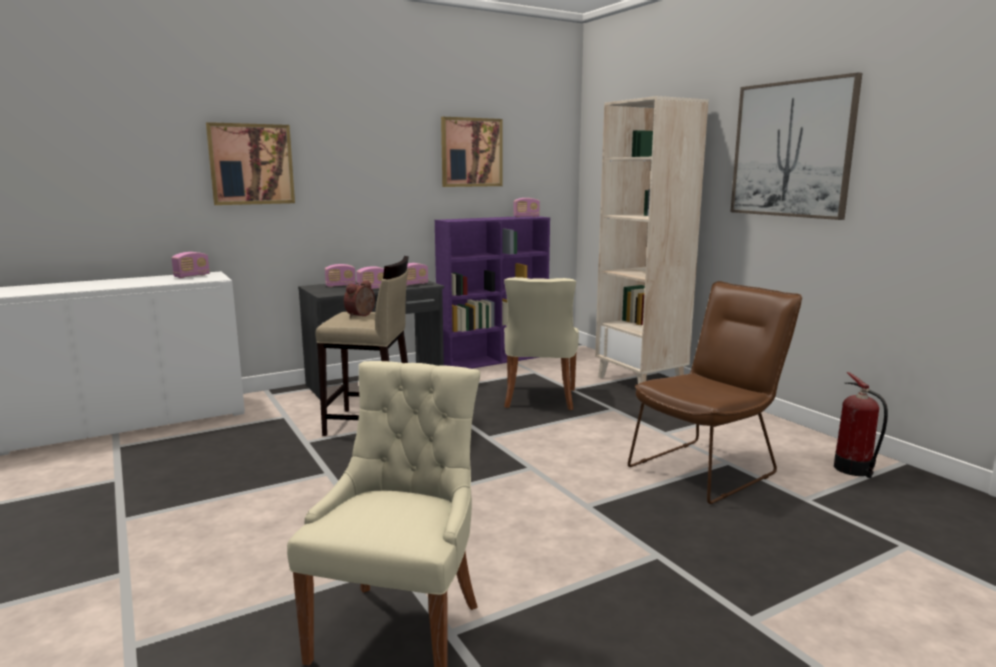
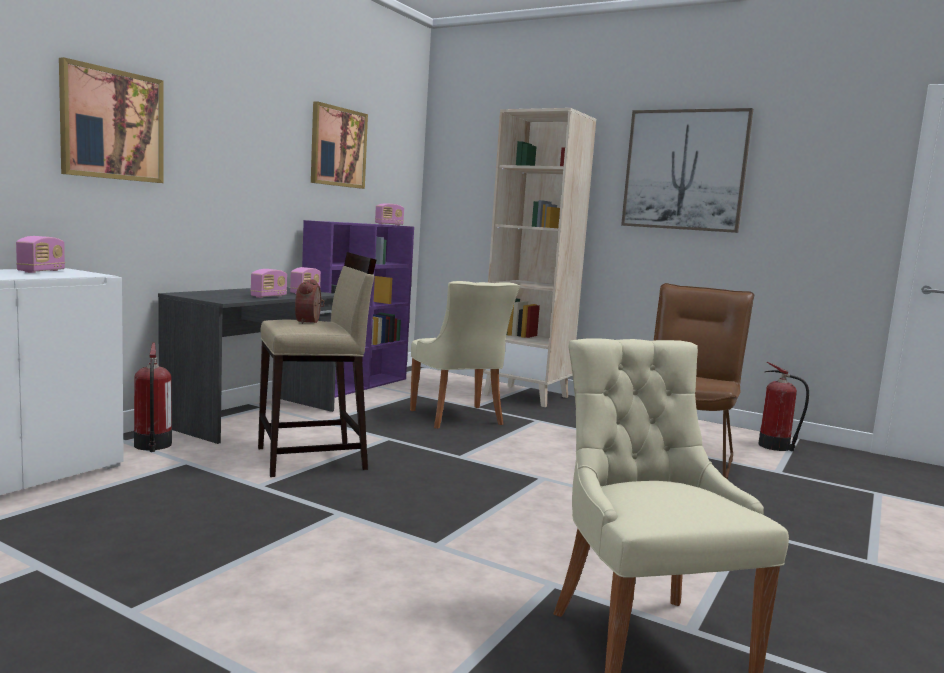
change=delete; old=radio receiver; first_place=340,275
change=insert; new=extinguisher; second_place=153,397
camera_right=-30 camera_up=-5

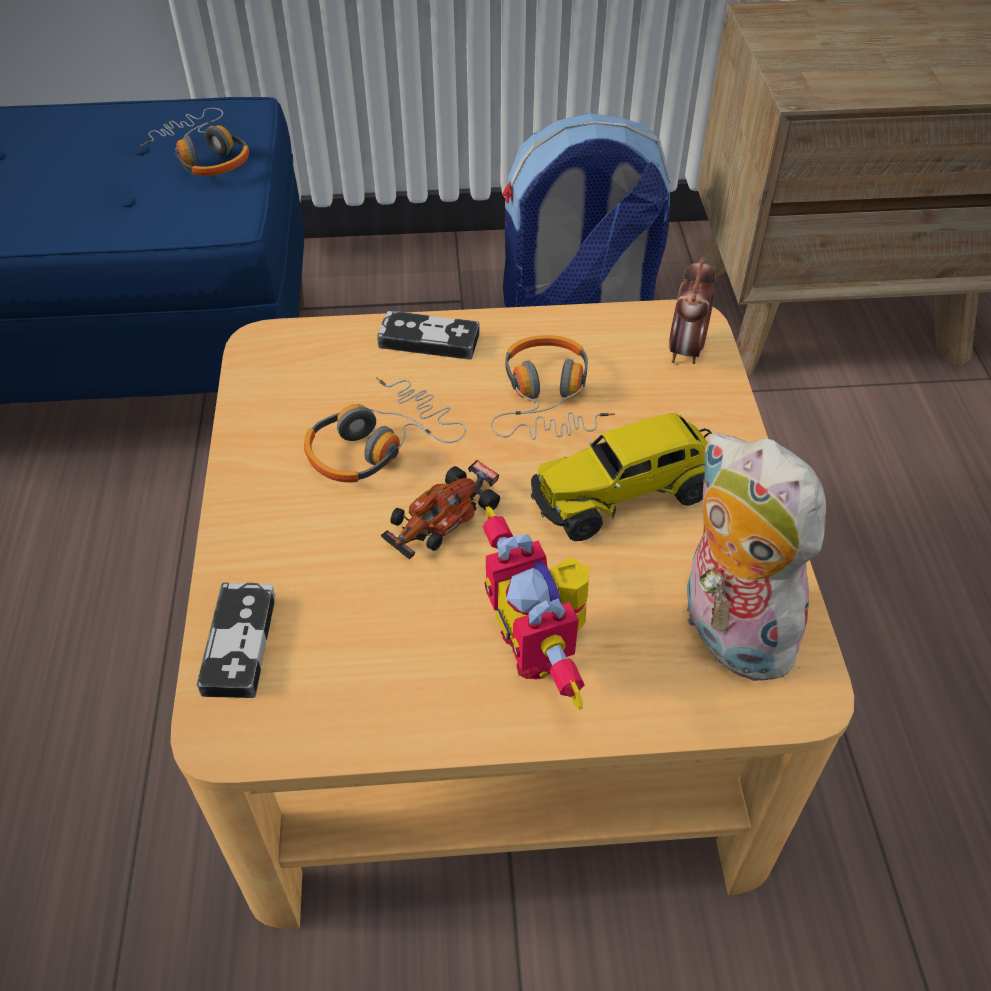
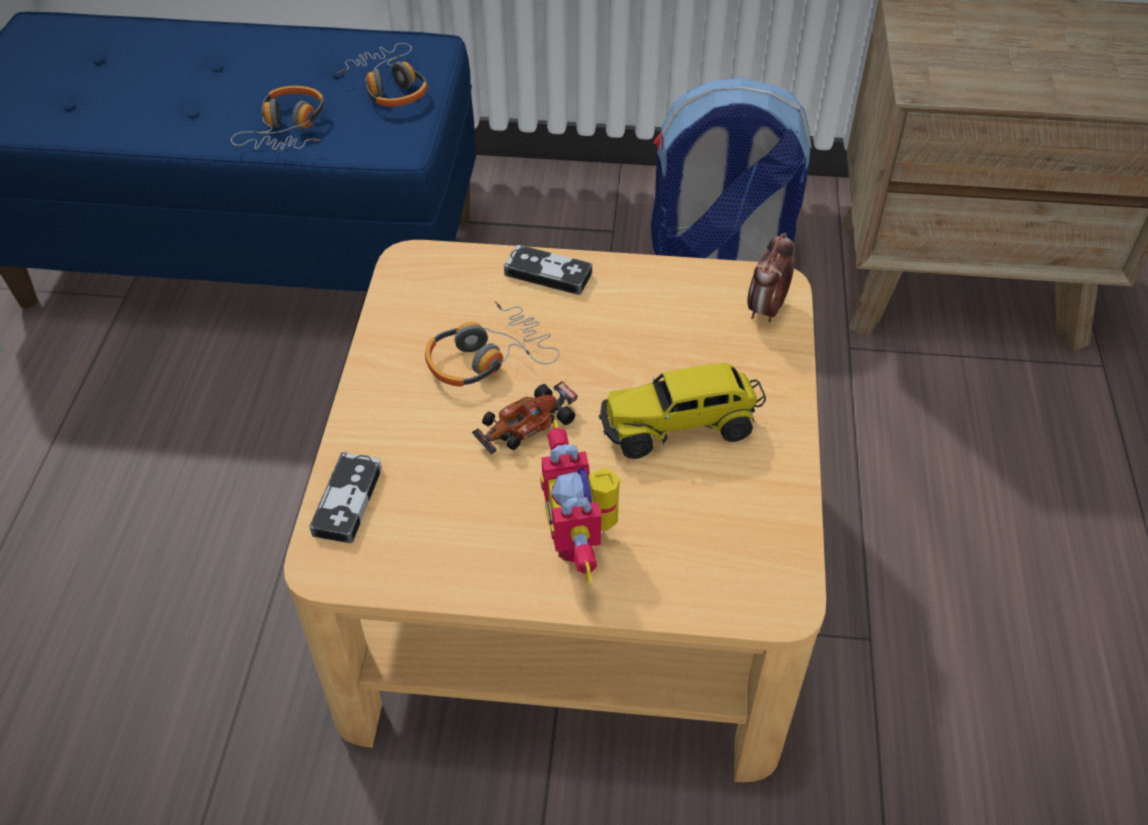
change=move; old=headphones; first_place=552,387; second_place=277,118
change=delete; old=soft toy; first_place=754,557
camera_right=10 camera_up=0

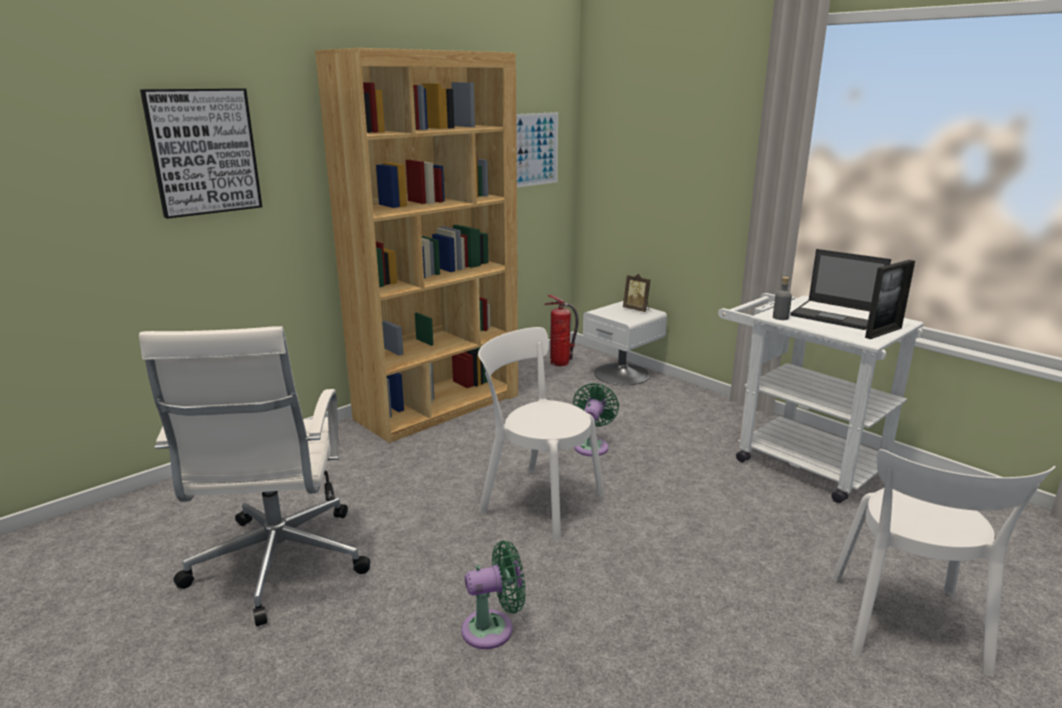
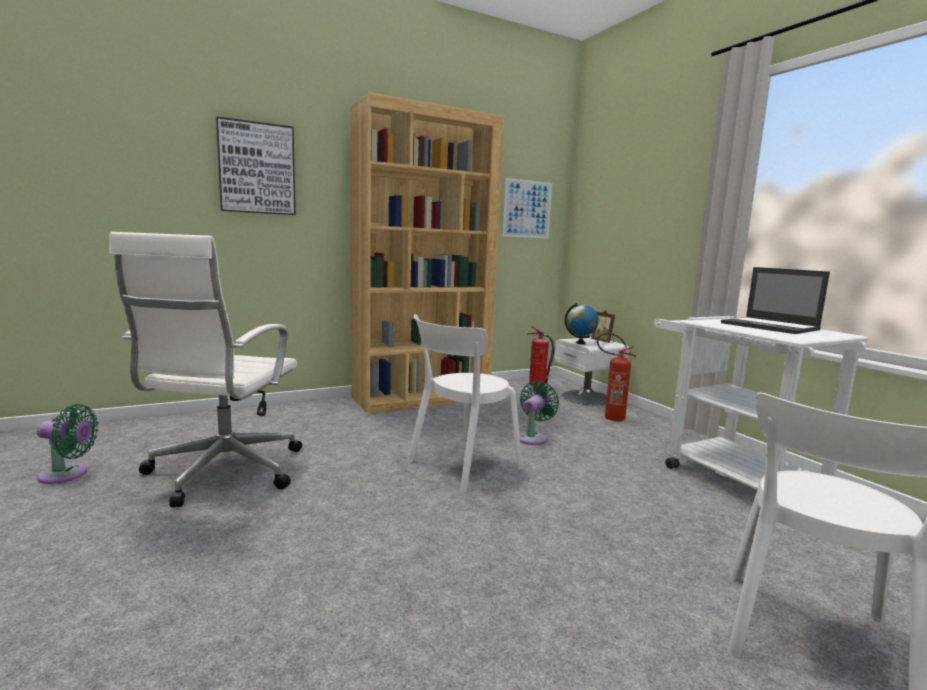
change=move; old=fan/greenish; first_place=493,595; second_place=67,444
change=rotate; old=upright chair/whitish; first_place=541,434; second_place=464,403; degrees=-90
change=delete; old=drink bottle/gray; first_place=782,298
change=delete; old=photo frame; first_place=890,299
change=insert; new=desk globe; second_place=582,323
change=insert; new=extinguisher; second_place=616,377
camera_right=15 camera_up=-10

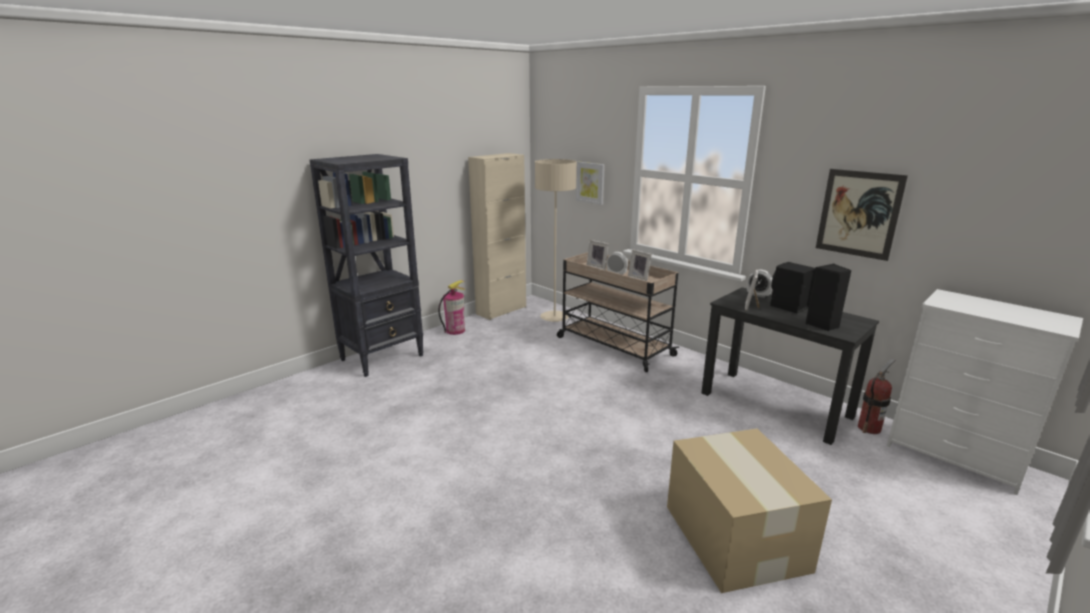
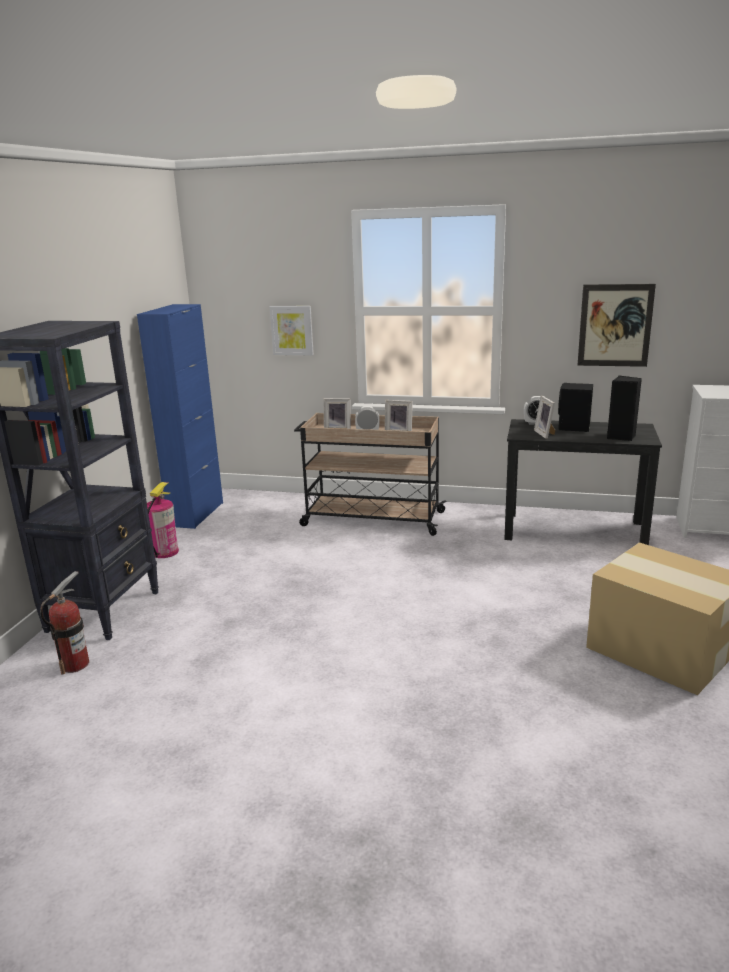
change=recolor; old=cupboard/sand-coloured; new=cupboard/blue-coloured; first_place=497,236; second_place=180,416
change=delete; old=standard lamp/sand-coloured; first_place=556,240
change=move; old=extinguisher; first_place=876,396; second_place=64,623
camera_right=-30 camera_up=0

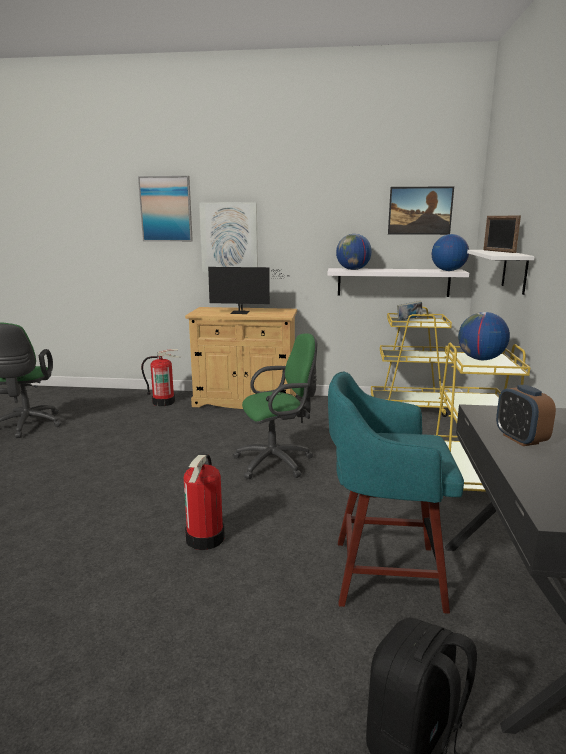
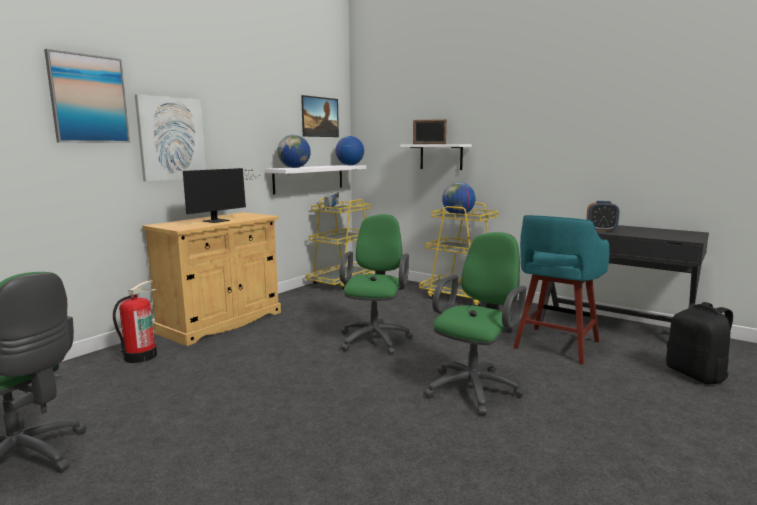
change=replace; old=extinguisher; new=computer chair/greenish; first_place=204,502; second_place=475,323
camera_right=-60 camera_up=-5

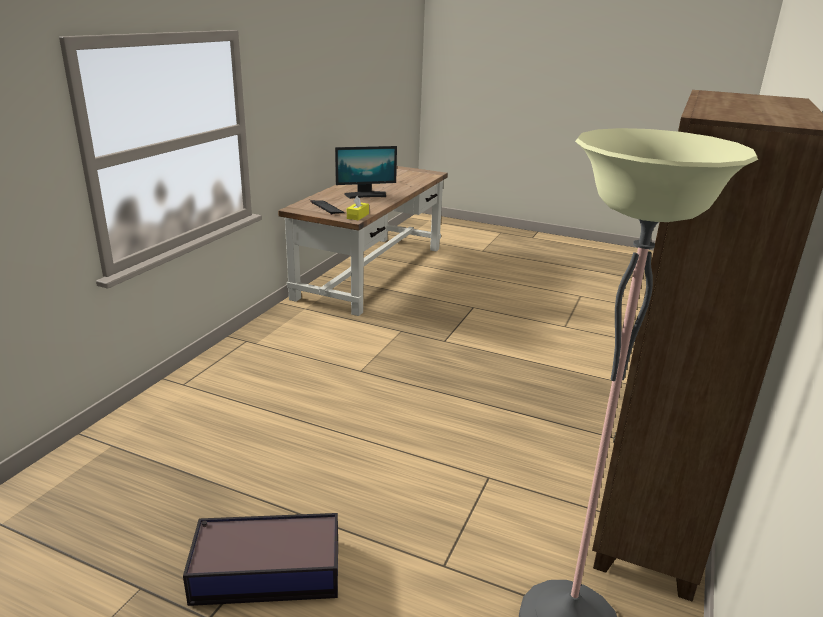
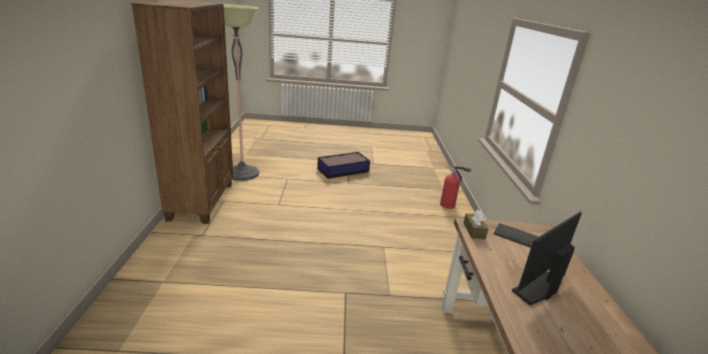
change=recolor; old=box of tissues/yellow; new=box of tissues/brown; first_place=358,208; second_place=475,224
change=insert; new=extinguisher; second_place=455,187
camera_right=155 camera_up=0

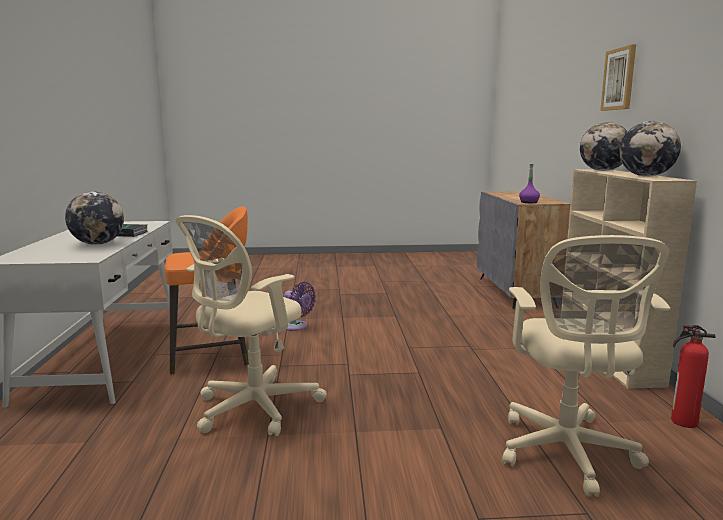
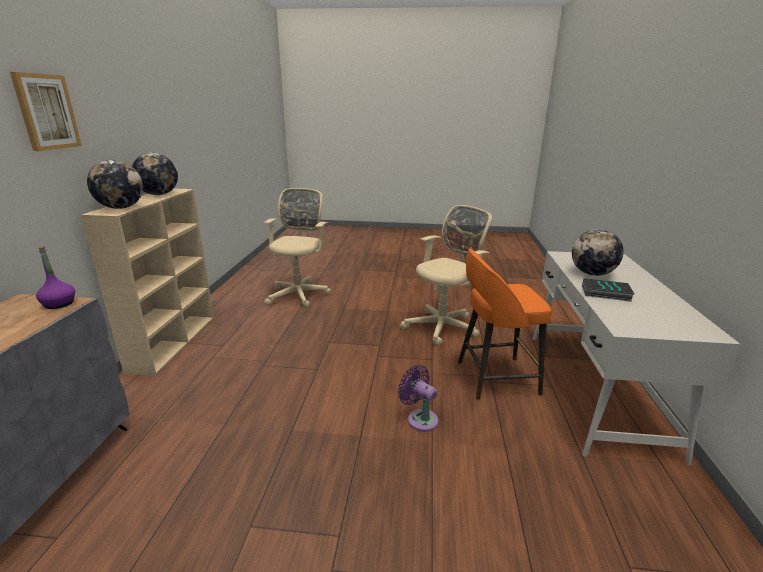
change=delete; old=extinguisher; first_place=693,376
camera_right=-170 camera_up=10

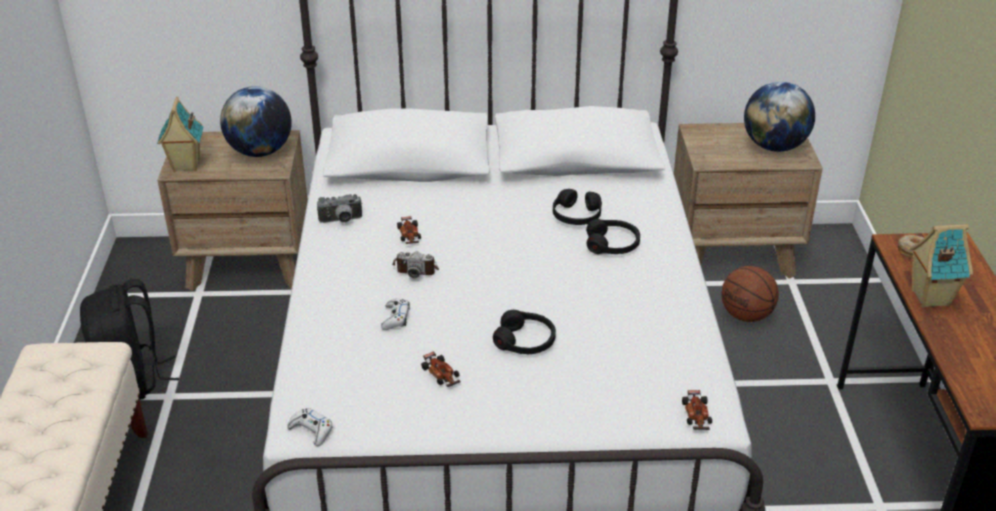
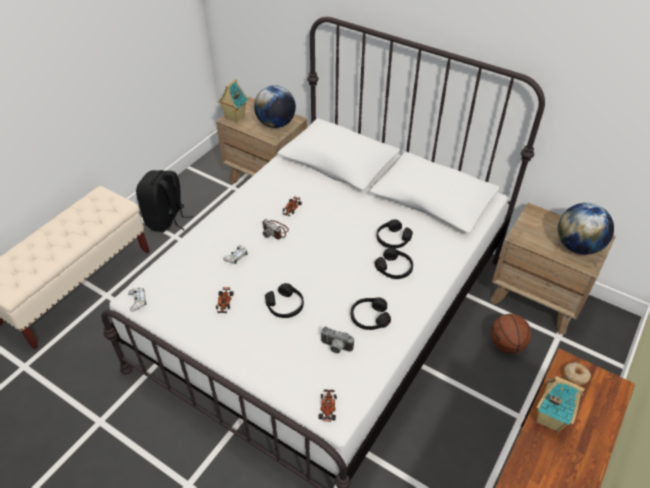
change=move; old=photo camera; first_place=339,208; second_place=337,340
change=rotate; old=model car; first_place=697,410; second_place=327,406; degrees=150
change=insert; new=headphones/black; second_place=371,313
camera_right=35 camera_up=10

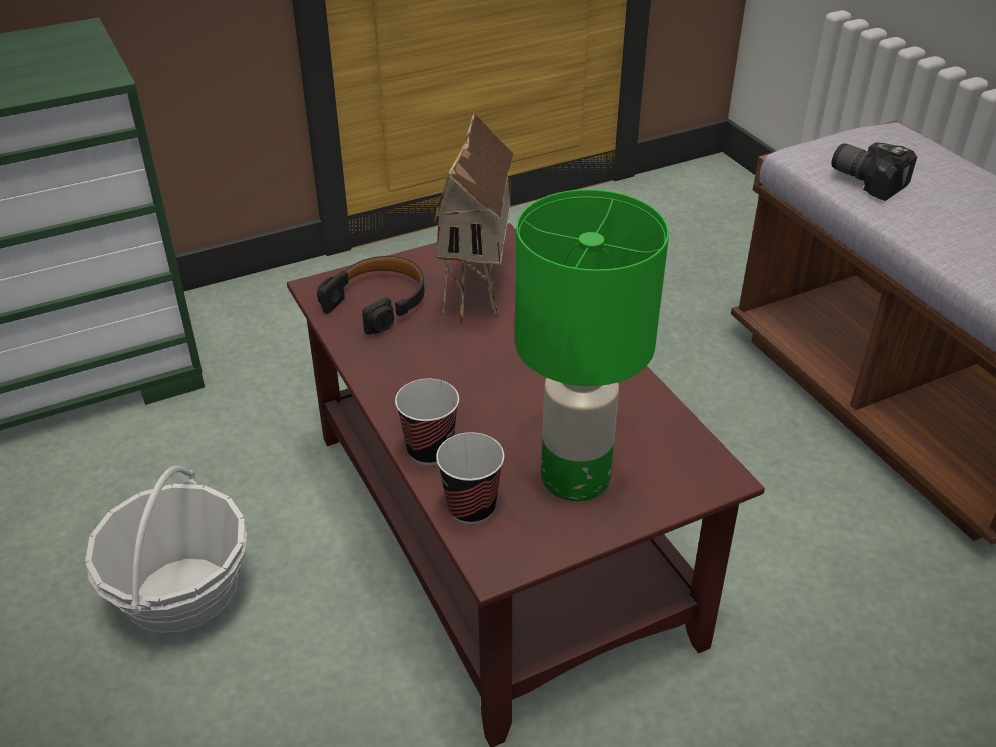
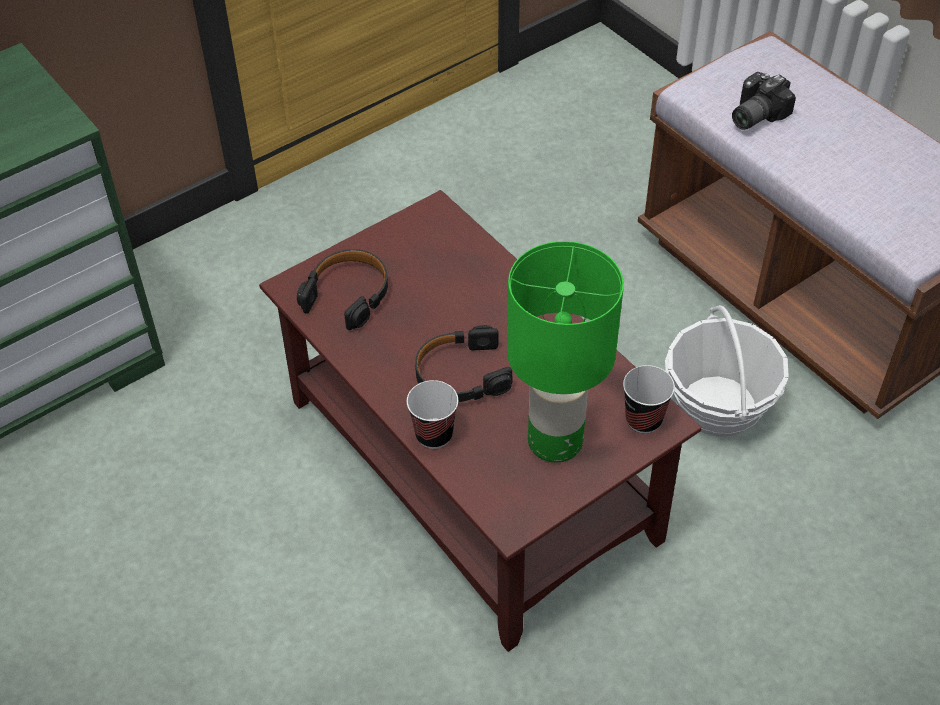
change=move; old=storage basket; first_place=166,550; second_place=727,371
change=delete; old=toy house; first_place=473,217
change=move; old=cup; first_place=470,478; second_place=649,399
change=rotate; old=photo camera; first_place=874,171; second_place=764,101; degrees=-75
change=insert; new=headphones/black; second_place=464,363
camera_right=-10 camera_up=10

